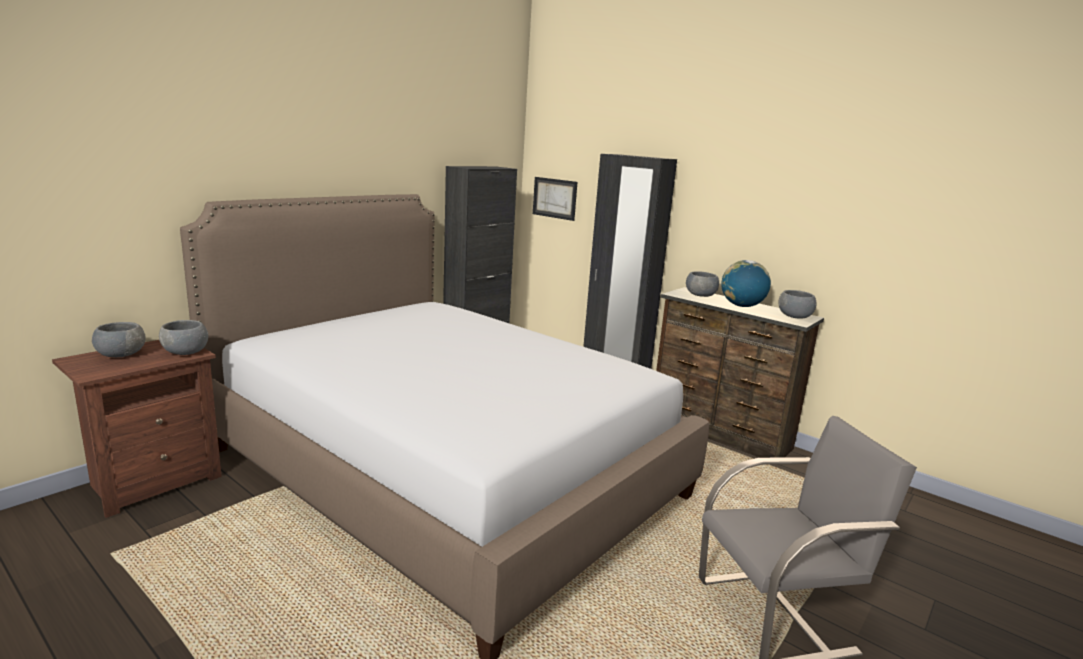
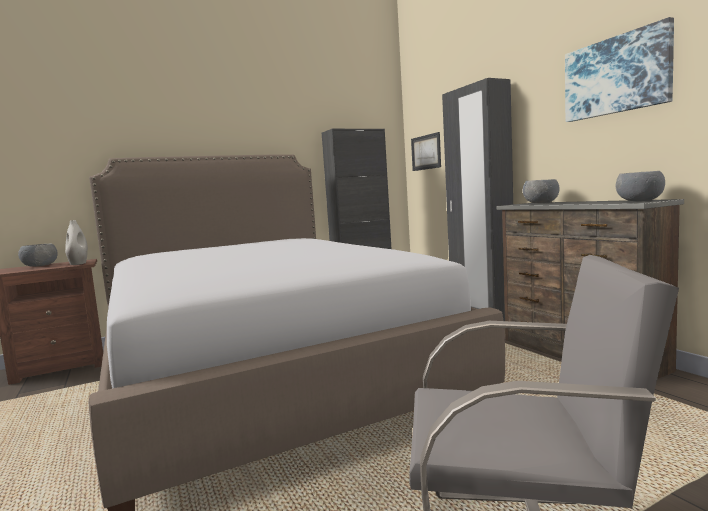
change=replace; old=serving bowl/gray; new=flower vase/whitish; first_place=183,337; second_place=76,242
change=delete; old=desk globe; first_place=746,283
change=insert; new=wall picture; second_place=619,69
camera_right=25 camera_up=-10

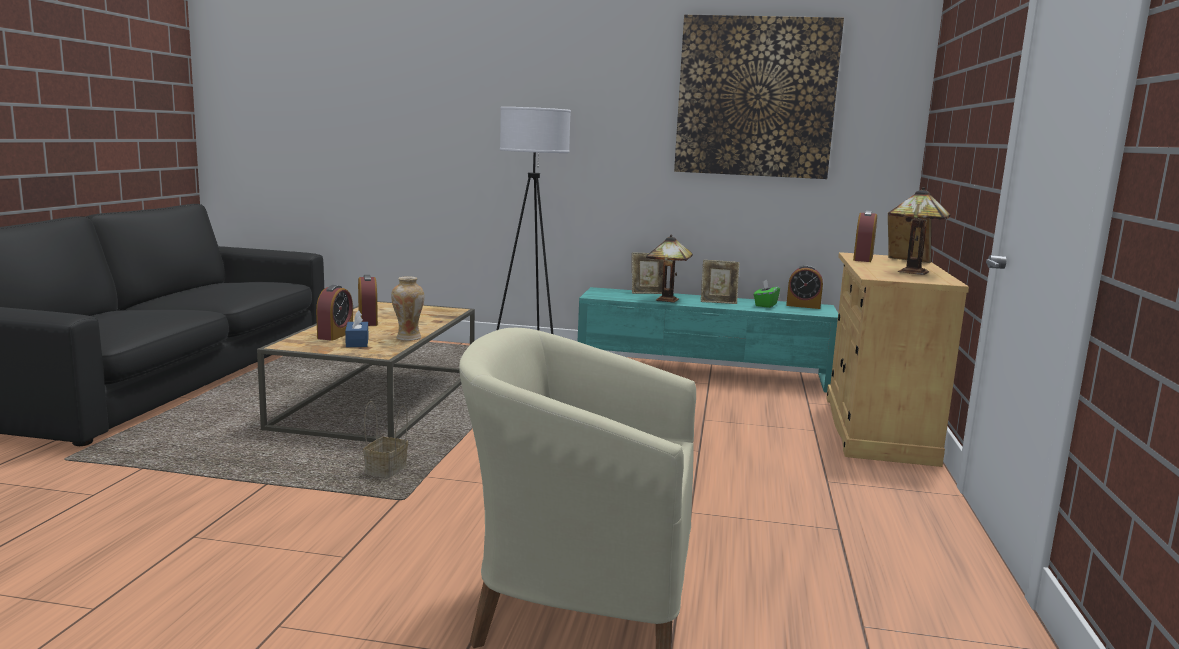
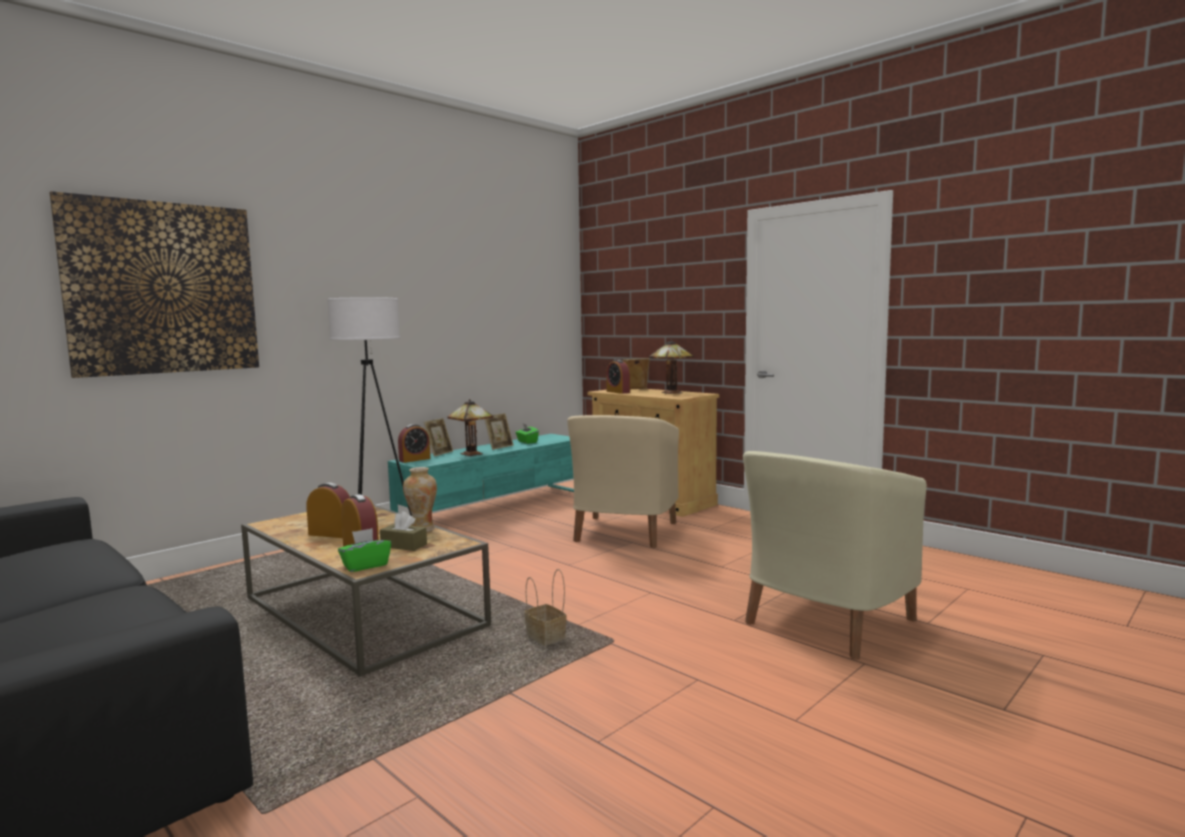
change=recolor; old=box of tissues/blue-coloured; new=box of tissues/brown; first_place=356,328; second_place=403,531
change=move; old=wall picture; first_place=759,97; second_place=154,284
change=move; old=table clock; first_place=804,287; second_place=414,443
change=insert; new=box of tissues/greenish; second_place=364,550
change=insert; new=lounge chair/sand-coloured; second_place=623,481
camera_right=-55 camera_up=-5

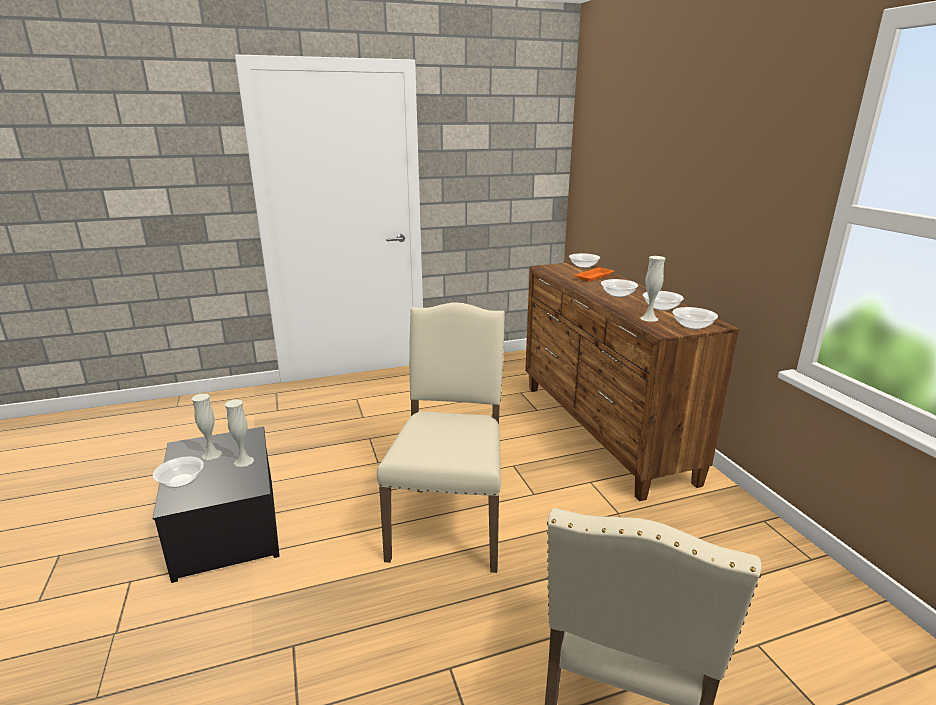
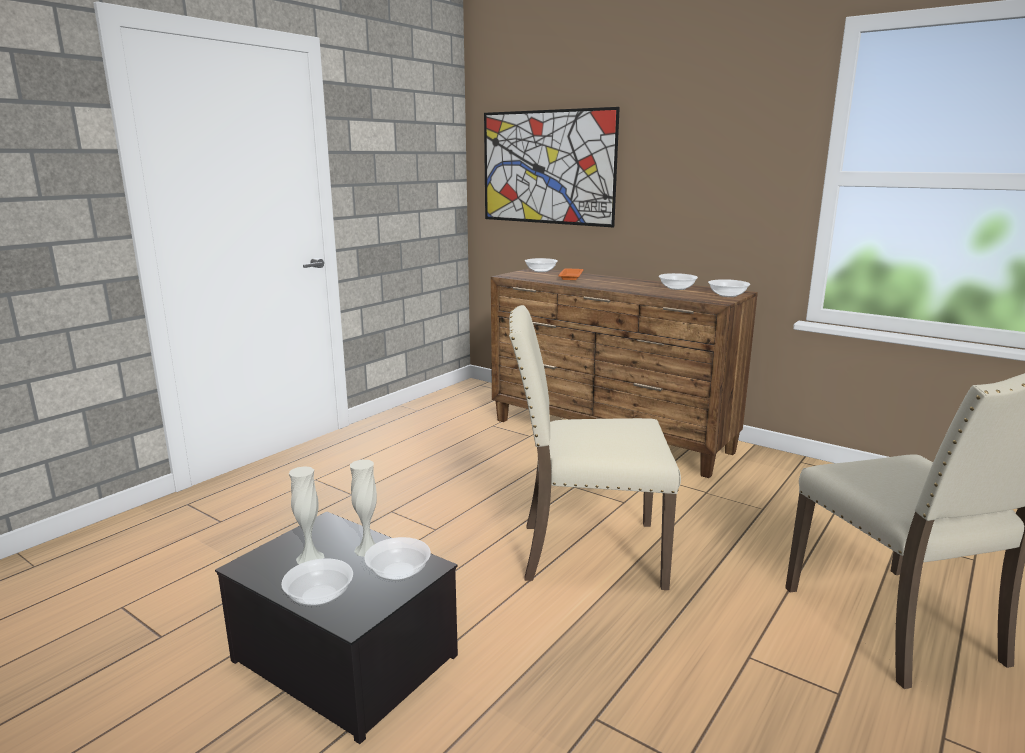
change=rotate; old=upright chair/sand-coloured; first_place=441,438; second_place=595,447; degrees=-60
change=move; old=serving bowl; first_place=619,288; second_place=397,559
change=delete; old=flower vase/whitish; first_place=653,289
change=insert; new=wall picture; second_place=552,167
camera_right=-35 camera_up=-5

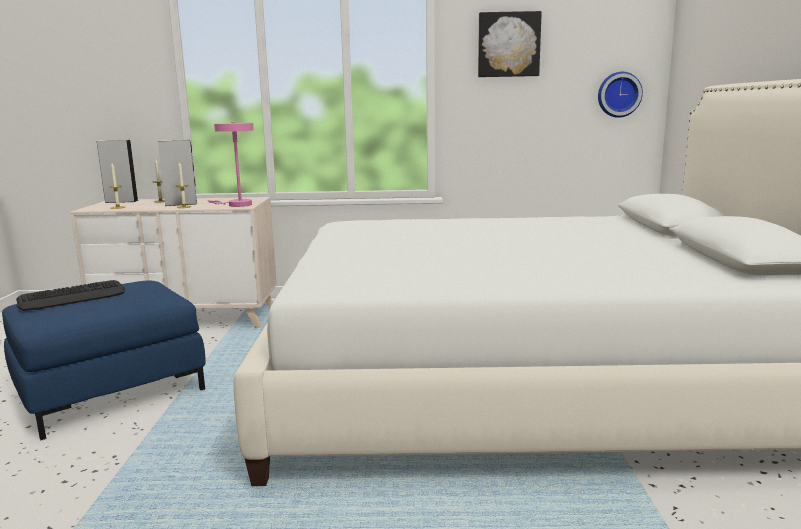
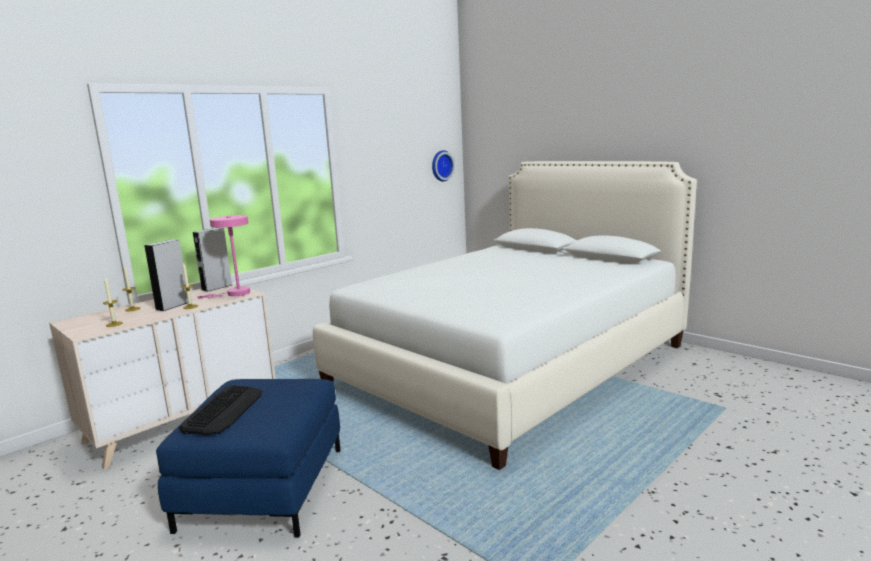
change=move; old=loudspeaker/gray; first_place=117,171; second_place=212,260
change=delete; old=wall picture; first_place=510,44
camera_right=-45 camera_up=0

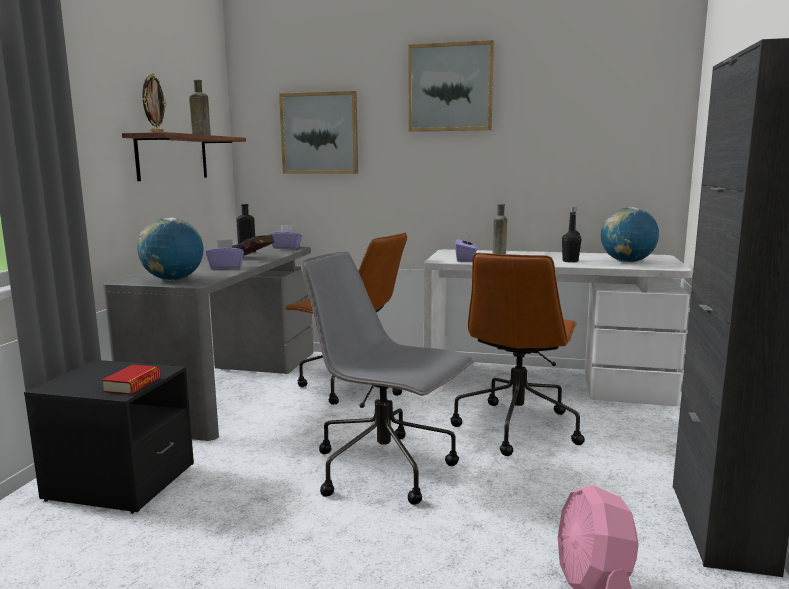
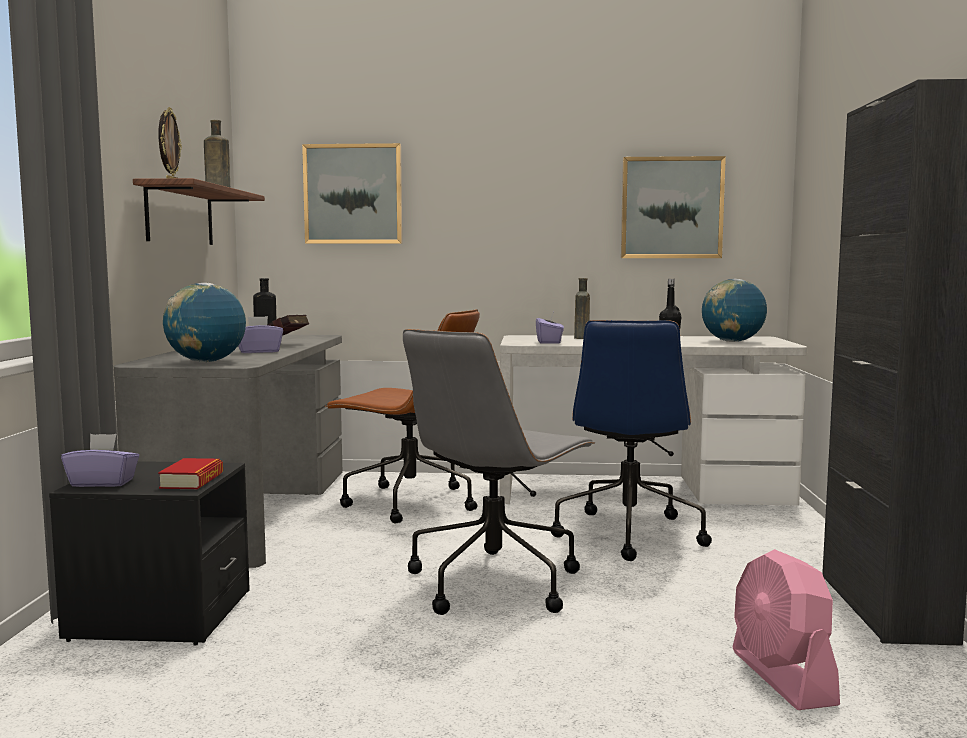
change=move; old=box of tissues/purple; first_place=285,237; second_place=100,460
change=rotate; old=computer chair/gray; first_place=387,378; second_place=499,472; degrees=-75
change=move; old=wall picture; first_place=451,86; second_place=673,207
change=recolor; old=computer chair/brown; new=computer chair/blue-coloured; first_place=518,354; second_place=631,440
camera_right=-10 camera_up=-5

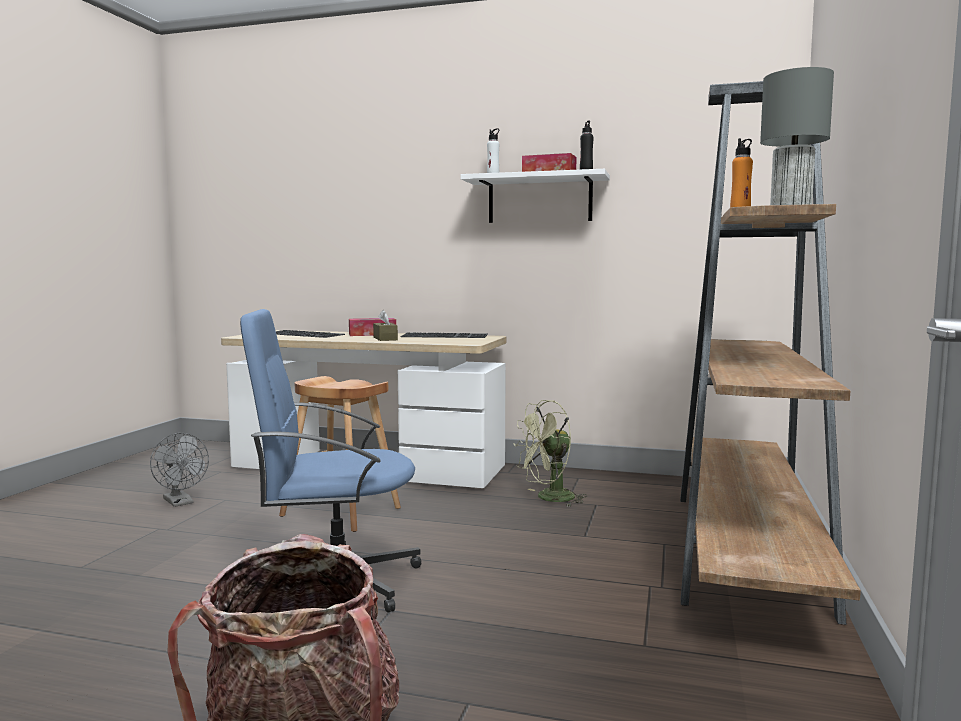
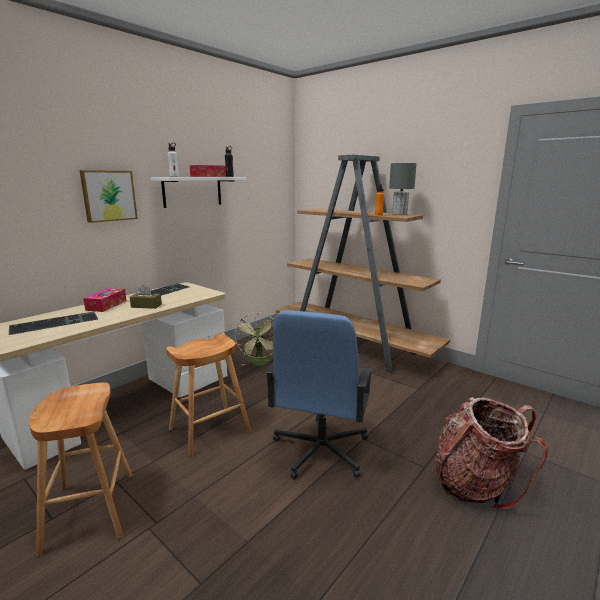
change=replace; old=fan/gray; new=stool/brown; first_place=179,470; second_place=80,469
change=insert; new=wall picture; second_place=108,196
camera_right=-65 camera_up=10

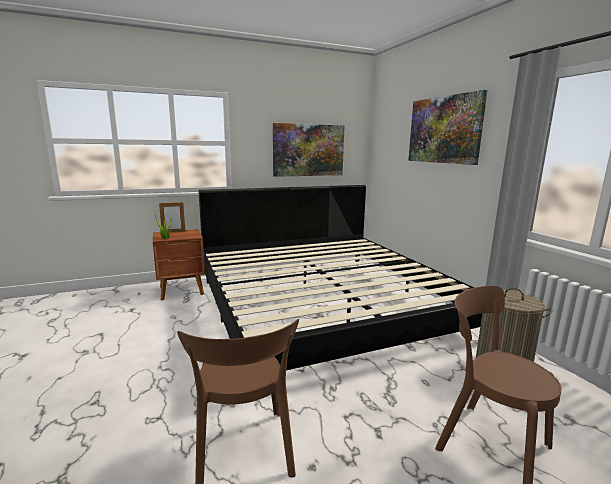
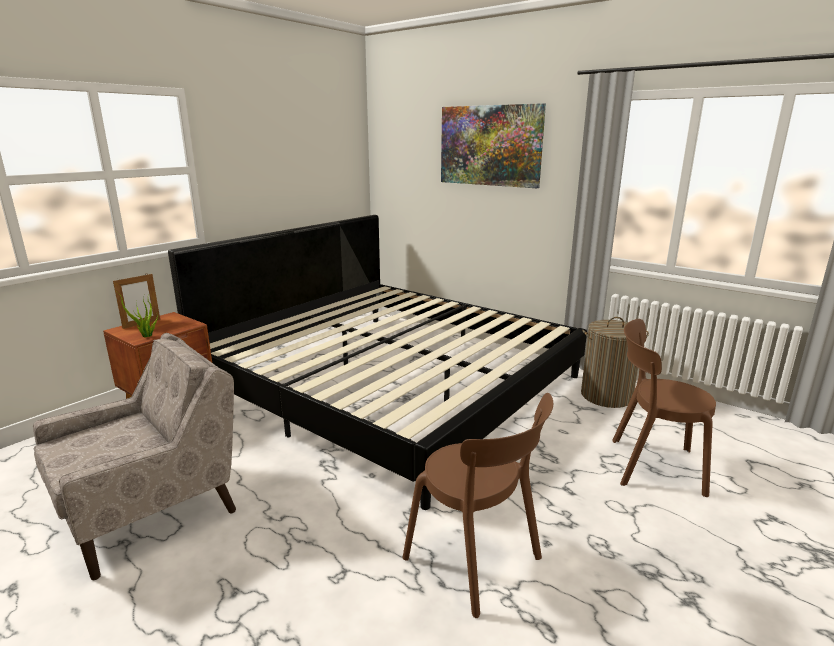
change=delete; old=wall picture; first_place=308,150
change=insert; new=lounge chair/sand-coloured; second_place=134,456
camera_right=-30 camera_up=5

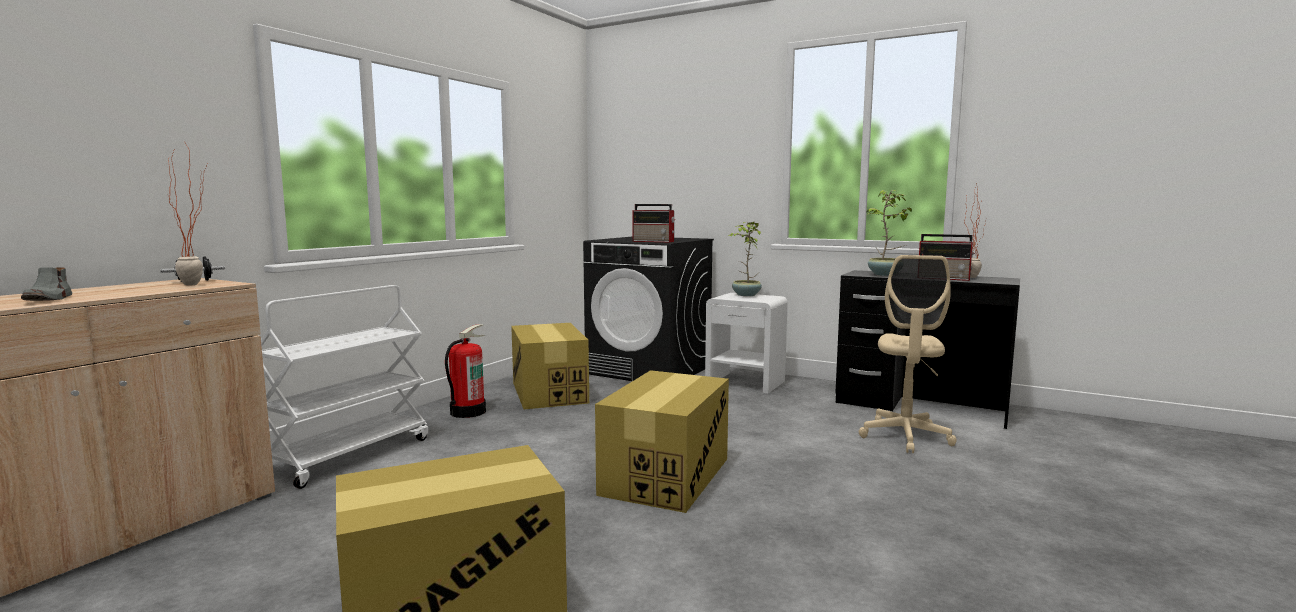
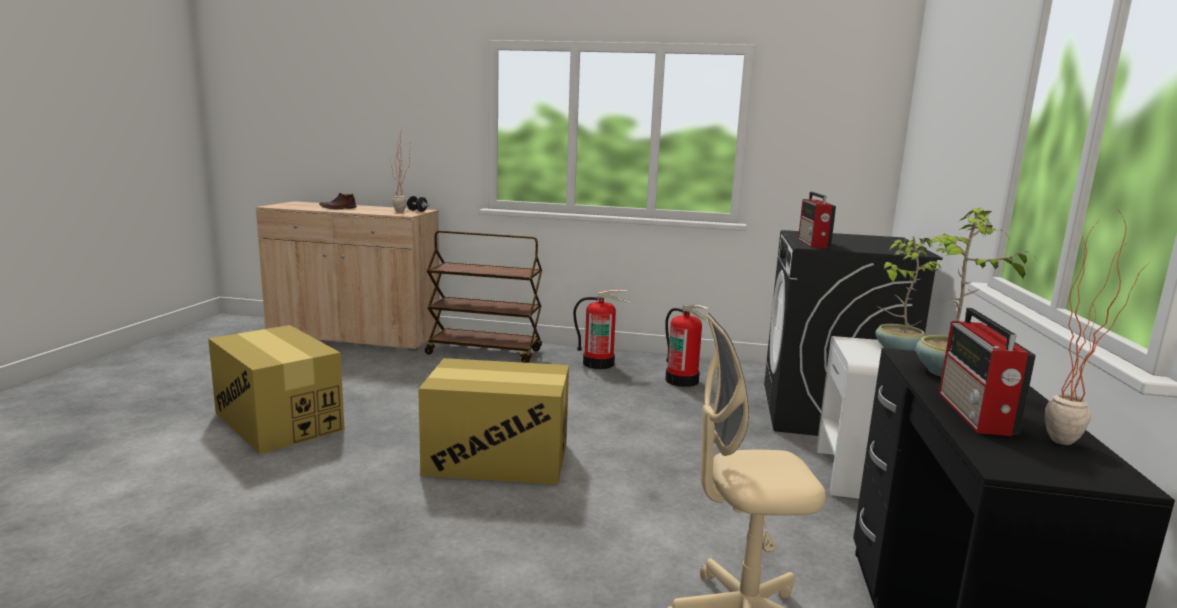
change=recolor; old=item of footwear/gray; new=item of footwear/brown; first_place=46,284; second_place=338,201
change=recolor; old=cart/whitish; new=cart/brown; first_place=344,387; second_place=483,297
change=replace; old=packing box; new=extinguisher; first_place=550,366; second_place=687,346
camera_right=70 camera_up=5

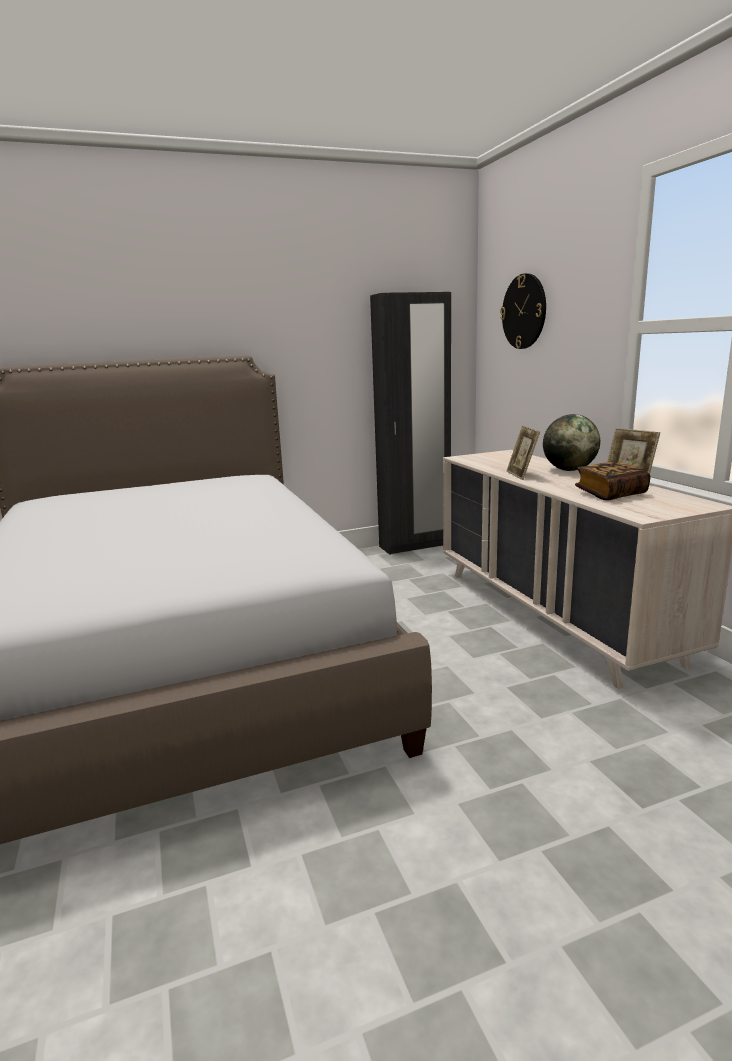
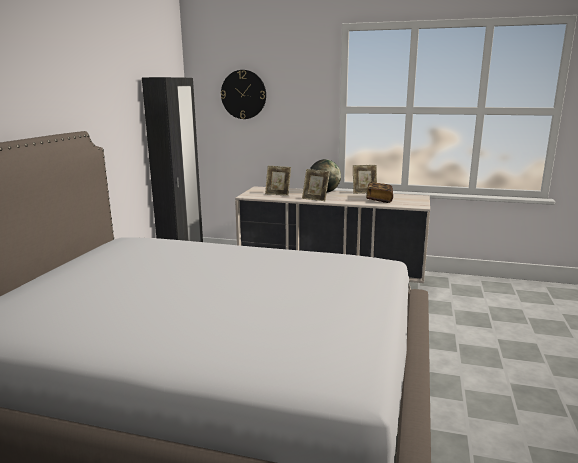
change=insert; new=photo frame; second_place=278,181
camera_right=-55 camera_up=0

